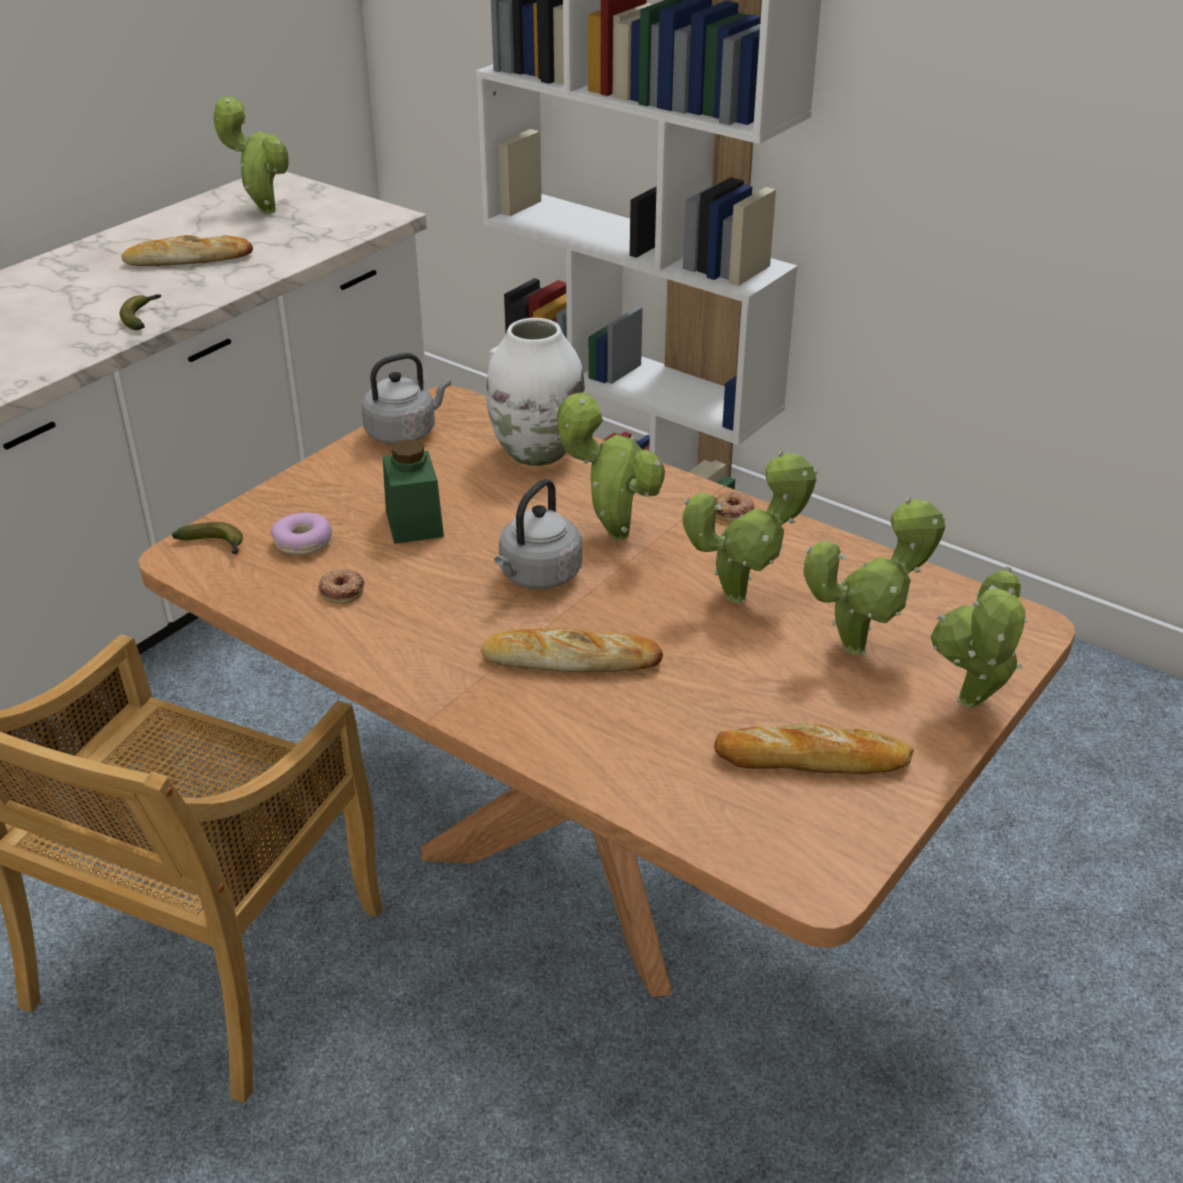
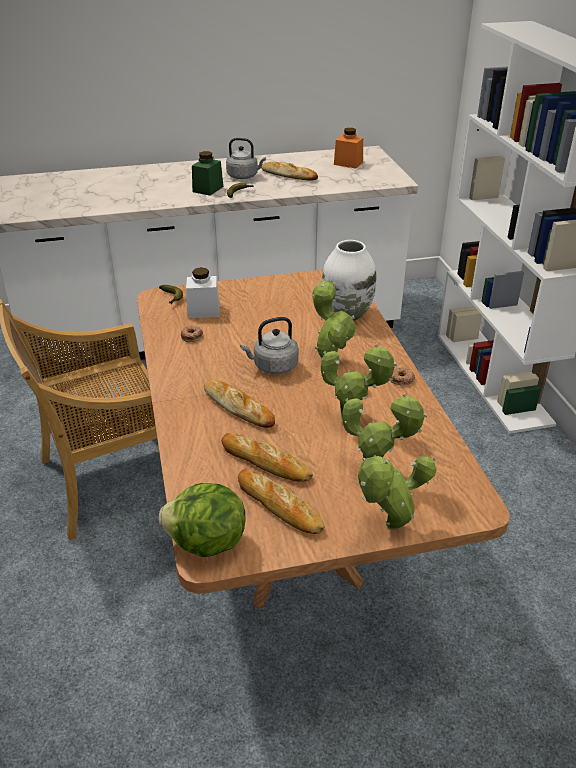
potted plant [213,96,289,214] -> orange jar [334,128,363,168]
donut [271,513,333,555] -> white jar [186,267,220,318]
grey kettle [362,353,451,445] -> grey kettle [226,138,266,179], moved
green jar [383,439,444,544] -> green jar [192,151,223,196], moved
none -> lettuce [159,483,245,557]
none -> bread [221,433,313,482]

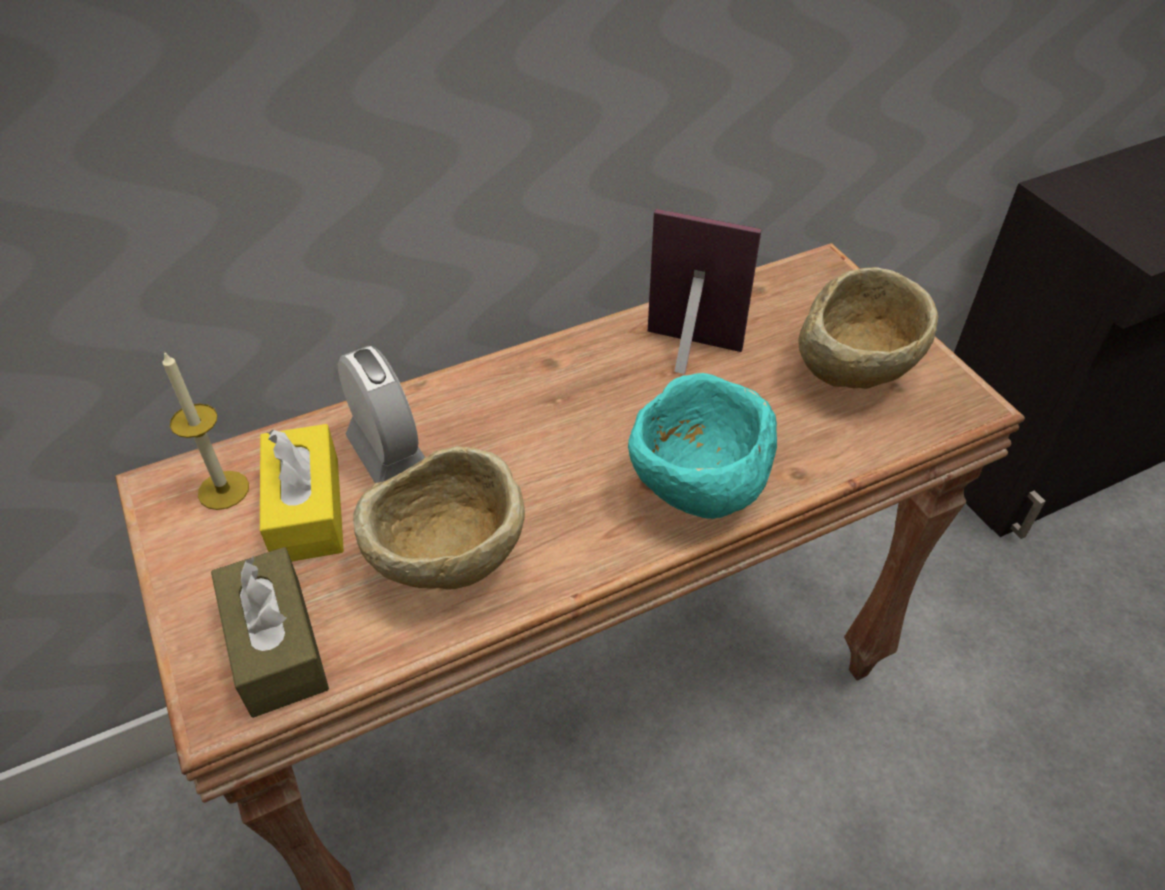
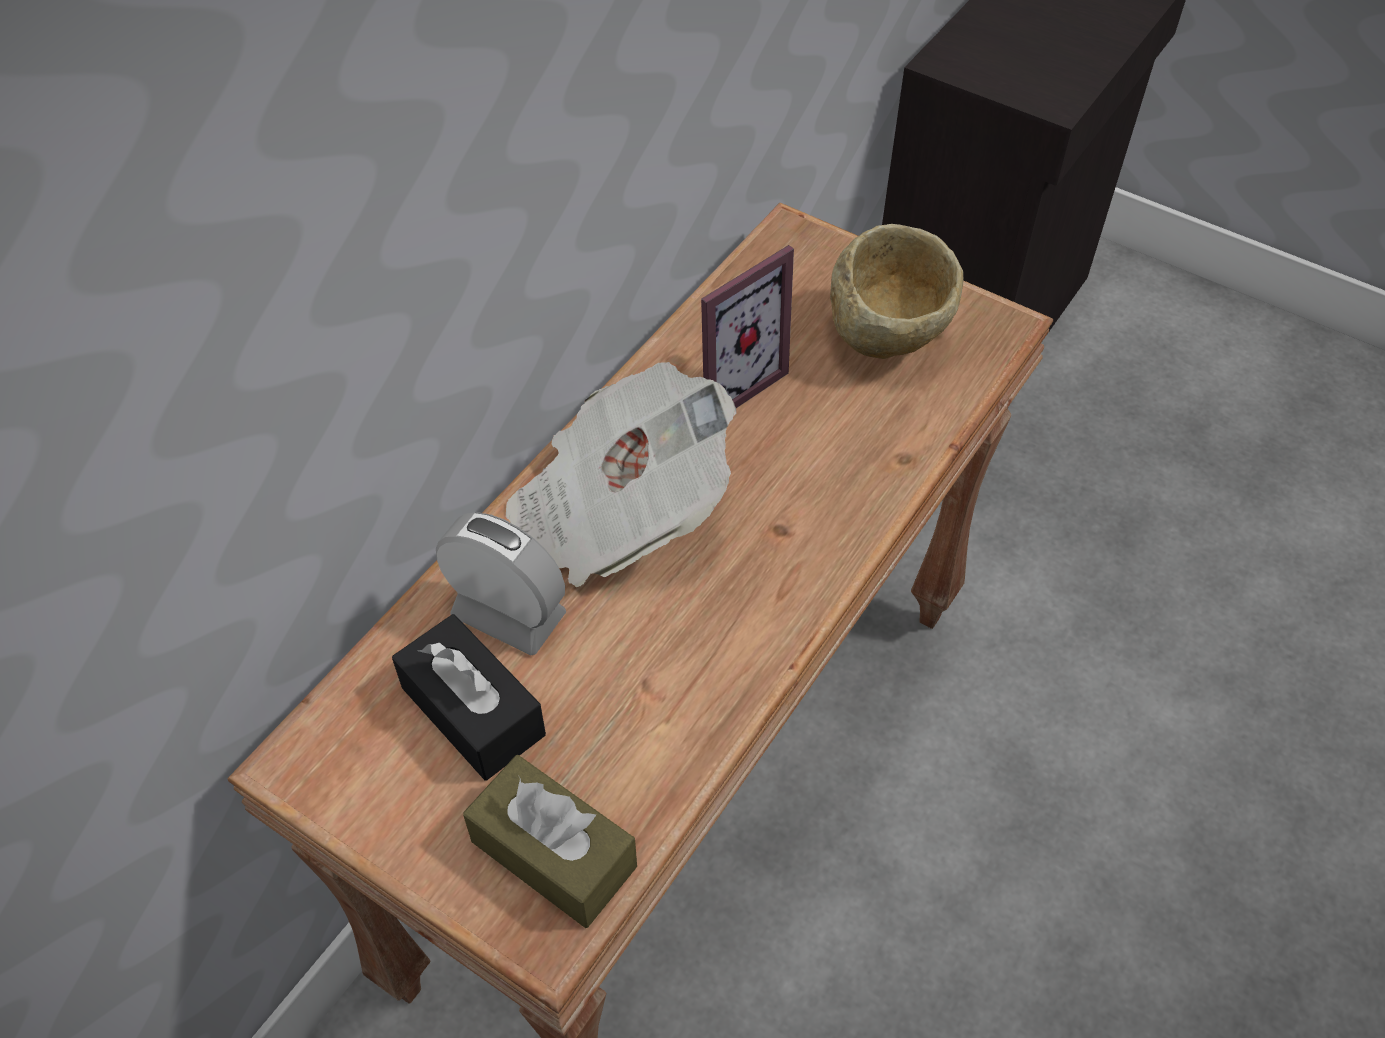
candle [162,351,249,510] -> none
yellow tissue box [260,424,344,562] -> black tissue box [392,614,546,780]
beige bowl [353,446,525,589] -> none
turquoise bowl [628,373,777,519] -> none
picture frame [648,209,762,374] -> picture frame [701,245,794,408], 150 degrees clockwise
none -> newspaper [506,362,737,587]

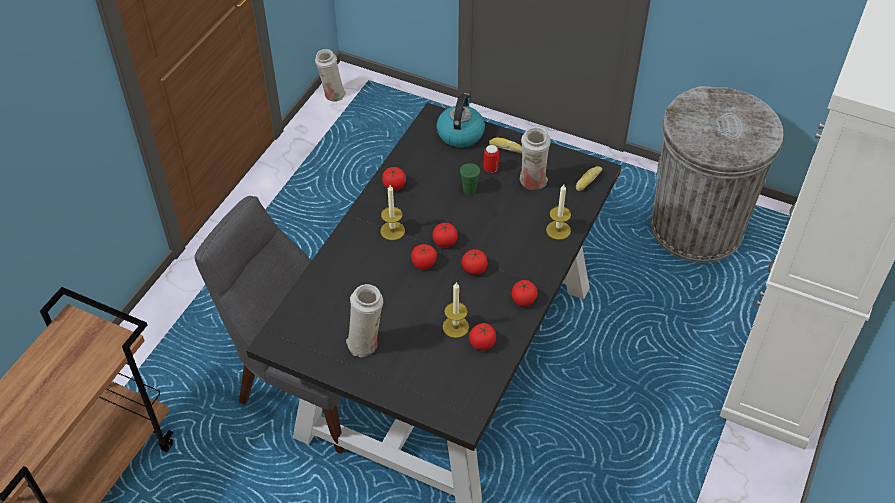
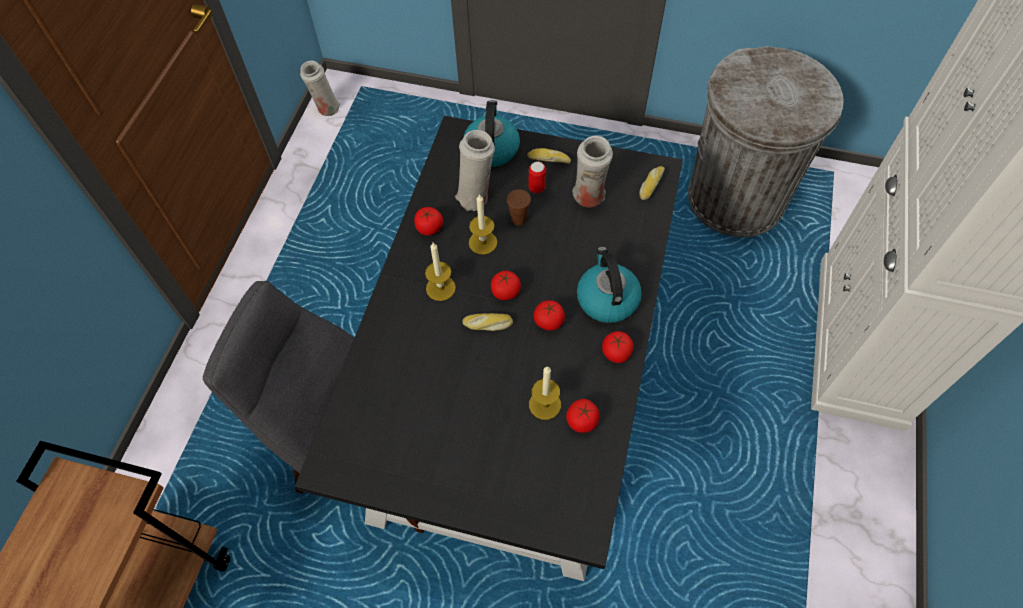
white vase [346,284,383,357] -> white vase [455,130,495,211], moved
tomato [411,244,437,269] -> bread [462,313,513,331]
green cup [460,163,480,195] -> brown cup [506,189,531,225]
candle [546,184,571,240] -> candle [469,194,497,255], moved
none -> kettle [577,247,642,323]

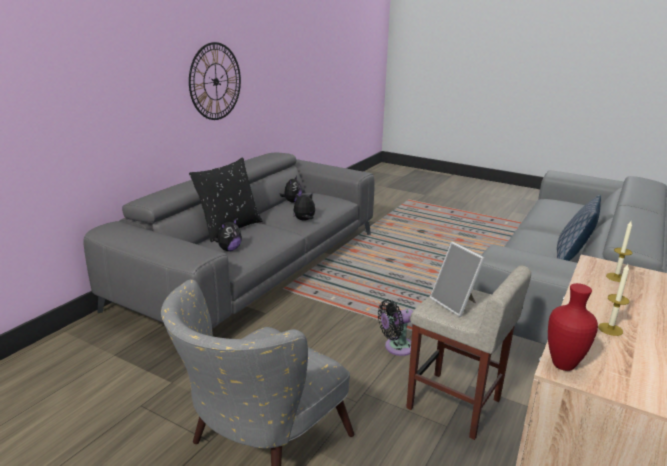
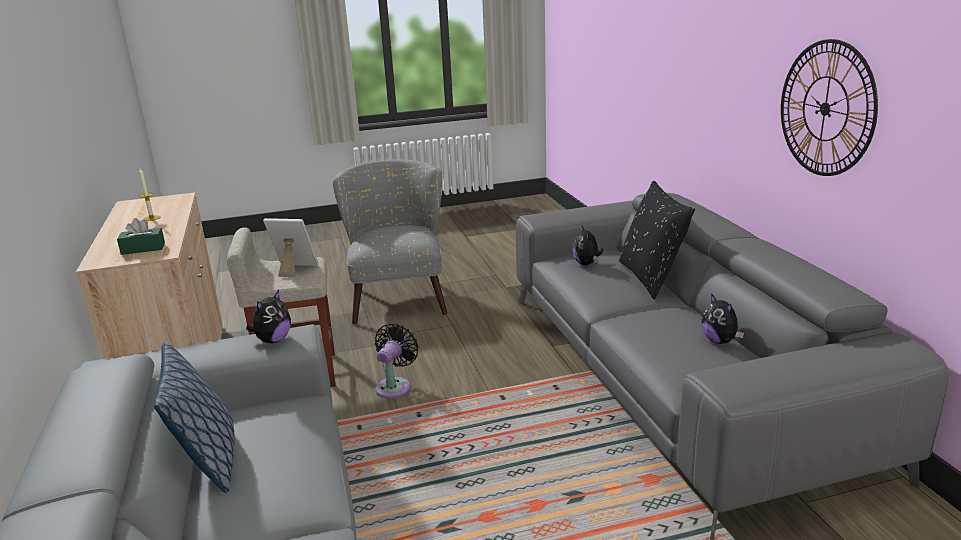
plush toy [293,193,315,221] -> plush toy [246,290,291,343], moved
red vase [548,283,598,371] -> none
candle [606,221,632,282] -> green tissue box [117,218,165,255]

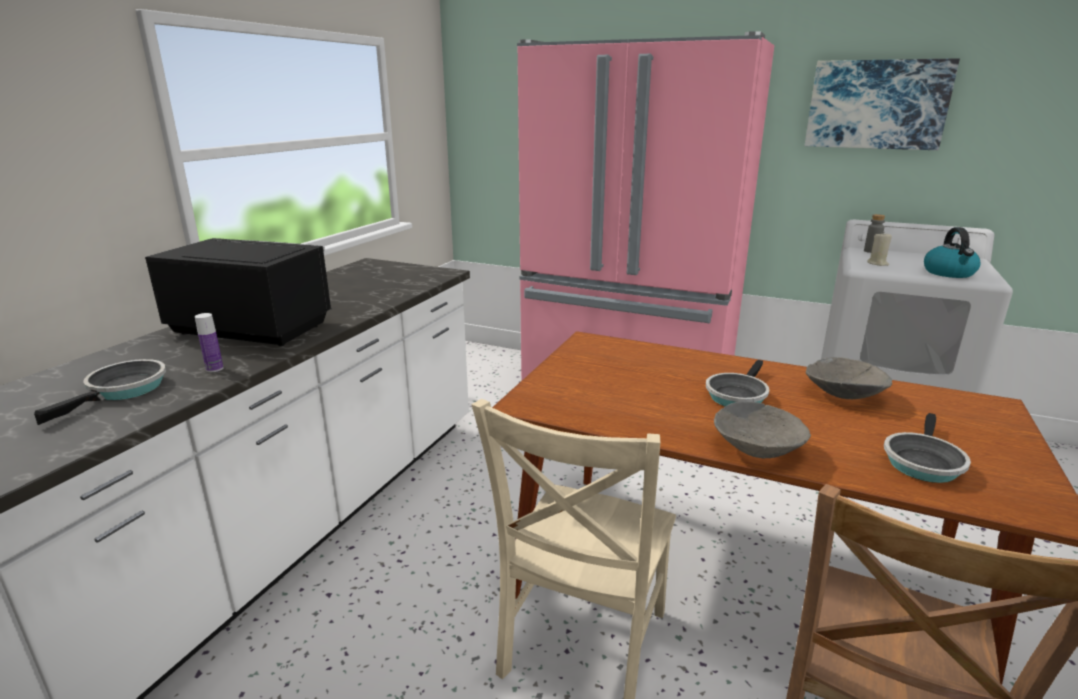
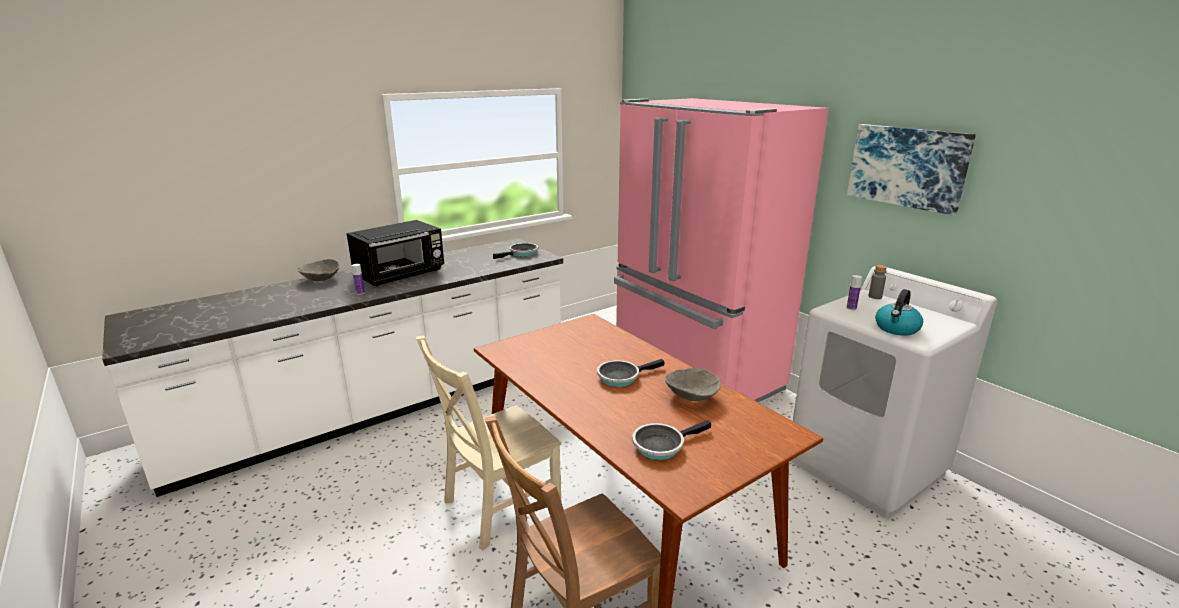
frying pan [34,359,166,425] -> frying pan [493,243,538,259], moved
black microwave [145,238,332,346] -> black microwave [347,220,444,287], 90 degrees clockwise
grey bowl [714,402,811,458] -> grey bowl [297,259,340,281], moved
beige candle [867,233,892,266] -> bottle [847,275,862,310]

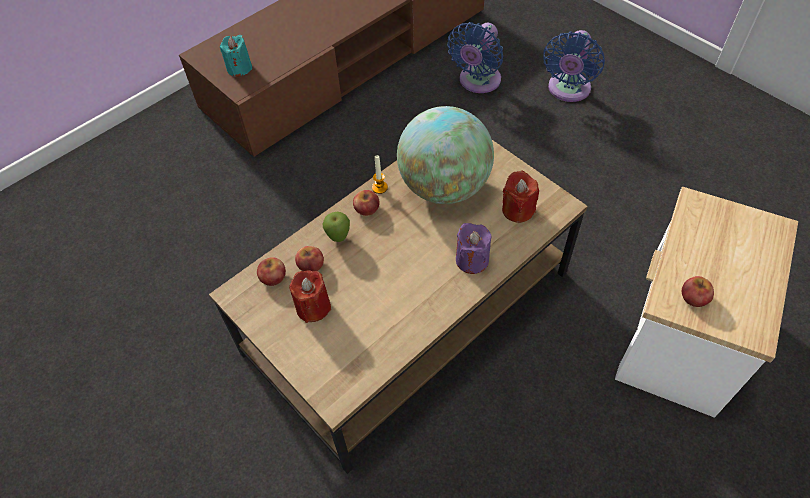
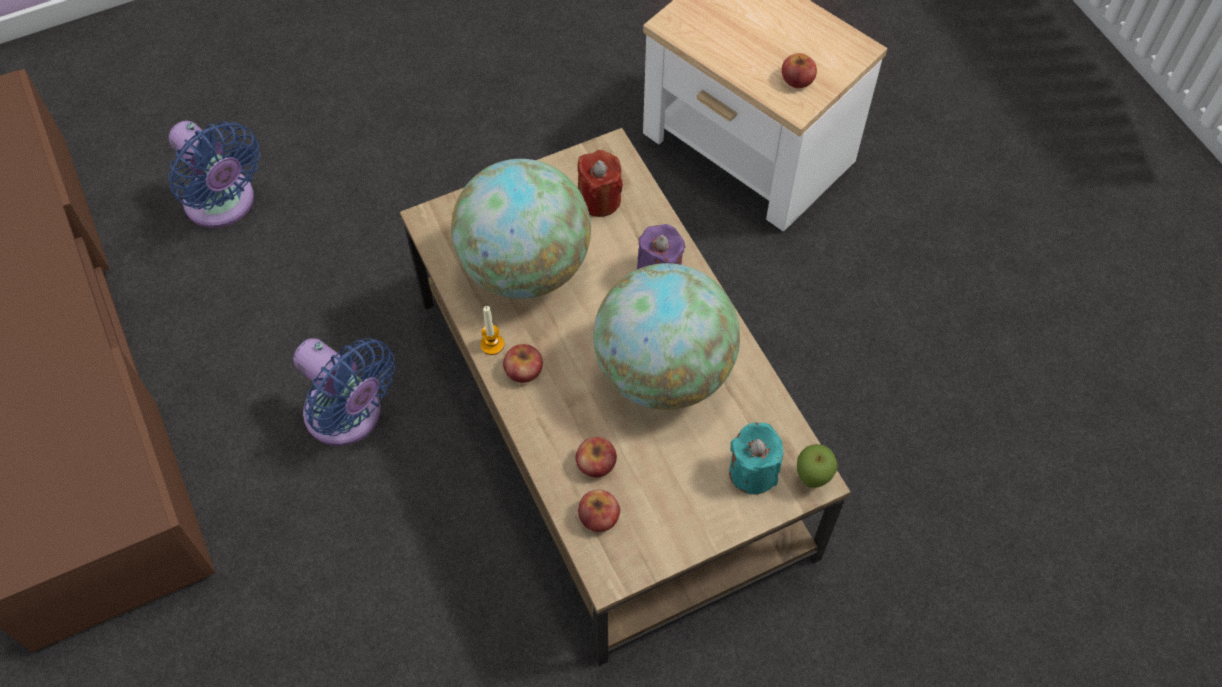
turquoise candle [220,35,252,77] -> turquoise candle [729,422,783,494], moved
red candle [289,270,331,323] -> none
apple [322,212,350,242] -> apple [797,444,838,488], moved
blue fan [543,30,605,102] -> blue fan [293,338,395,446], moved
none -> globe [593,263,740,410]

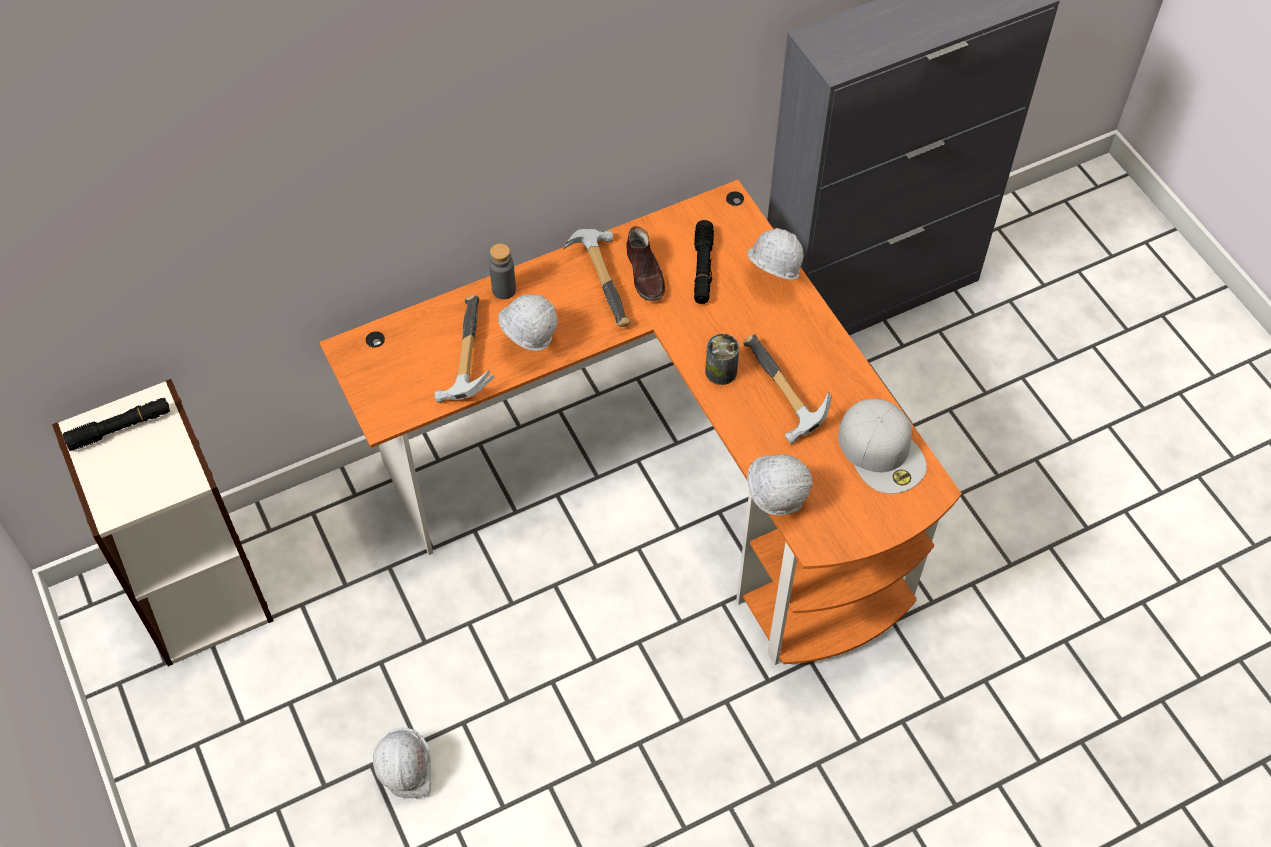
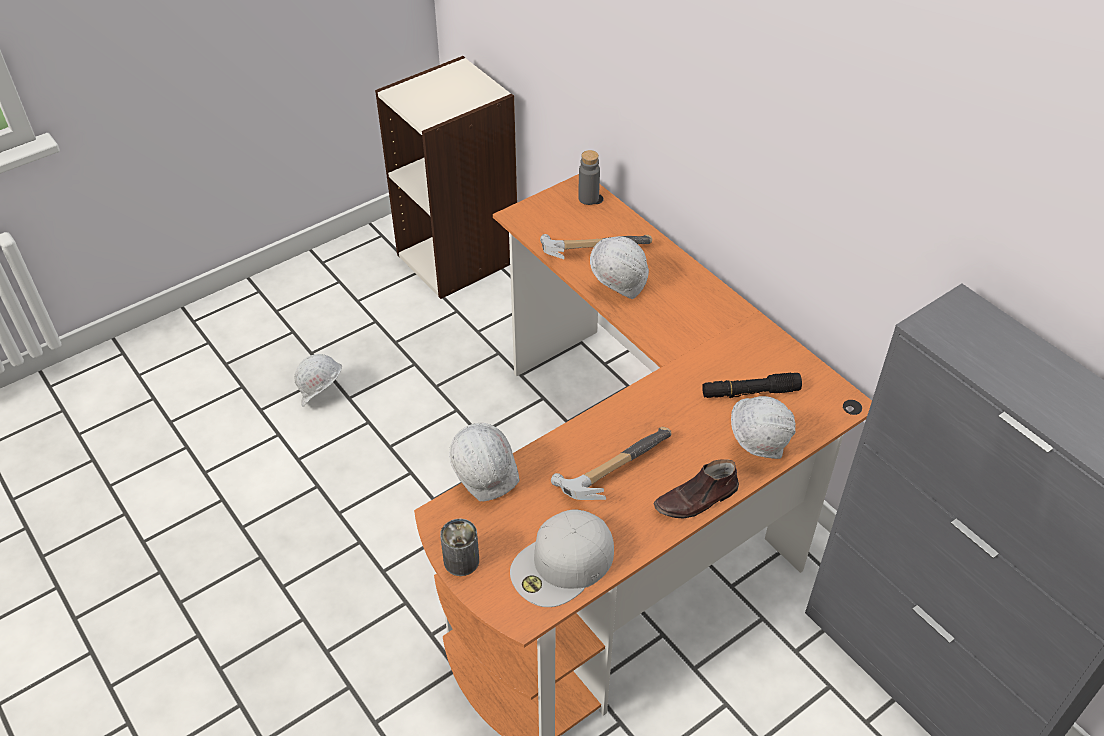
black flashlight [63,398,170,451] -> none
grey bottle [489,243,516,299] -> grey bottle [578,150,600,205], moved
hammer [563,229,631,327] -> none
brown shoe [626,226,665,301] -> brown shoe [653,459,739,518], moved
can [705,334,739,385] -> can [440,519,479,576], moved

